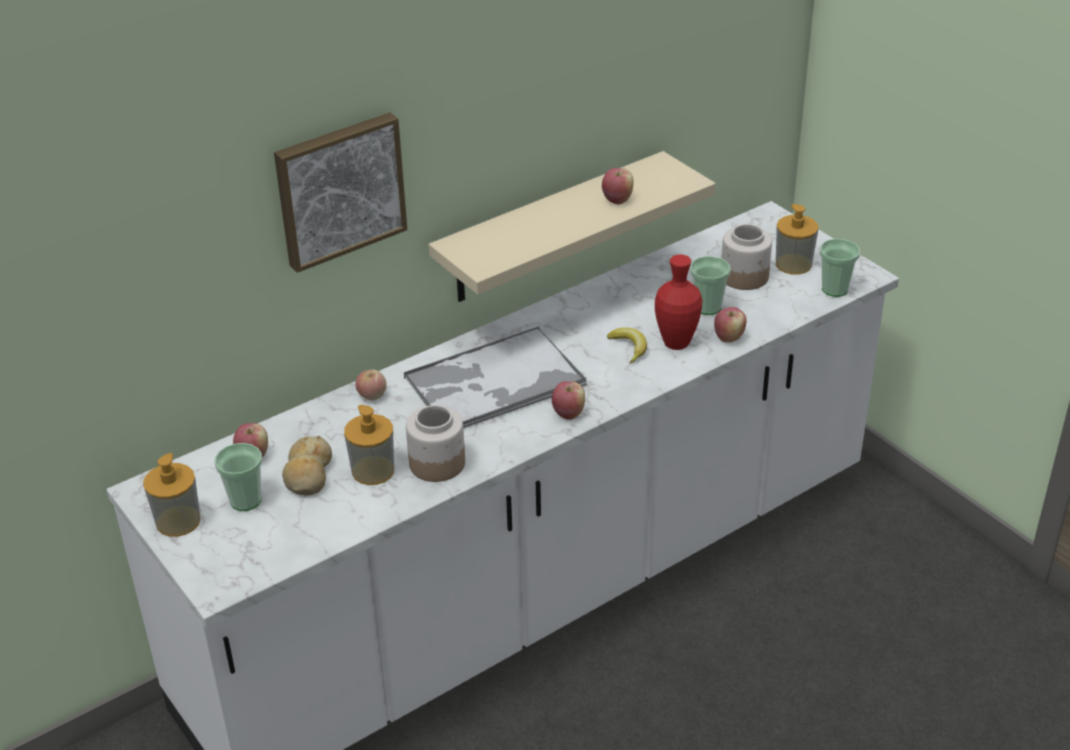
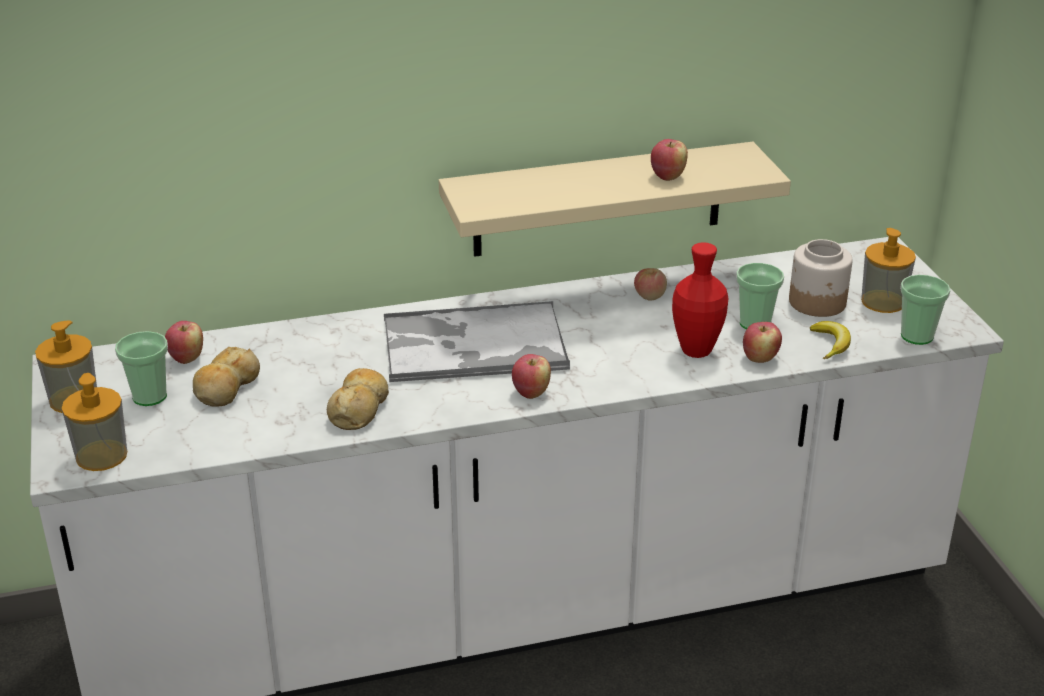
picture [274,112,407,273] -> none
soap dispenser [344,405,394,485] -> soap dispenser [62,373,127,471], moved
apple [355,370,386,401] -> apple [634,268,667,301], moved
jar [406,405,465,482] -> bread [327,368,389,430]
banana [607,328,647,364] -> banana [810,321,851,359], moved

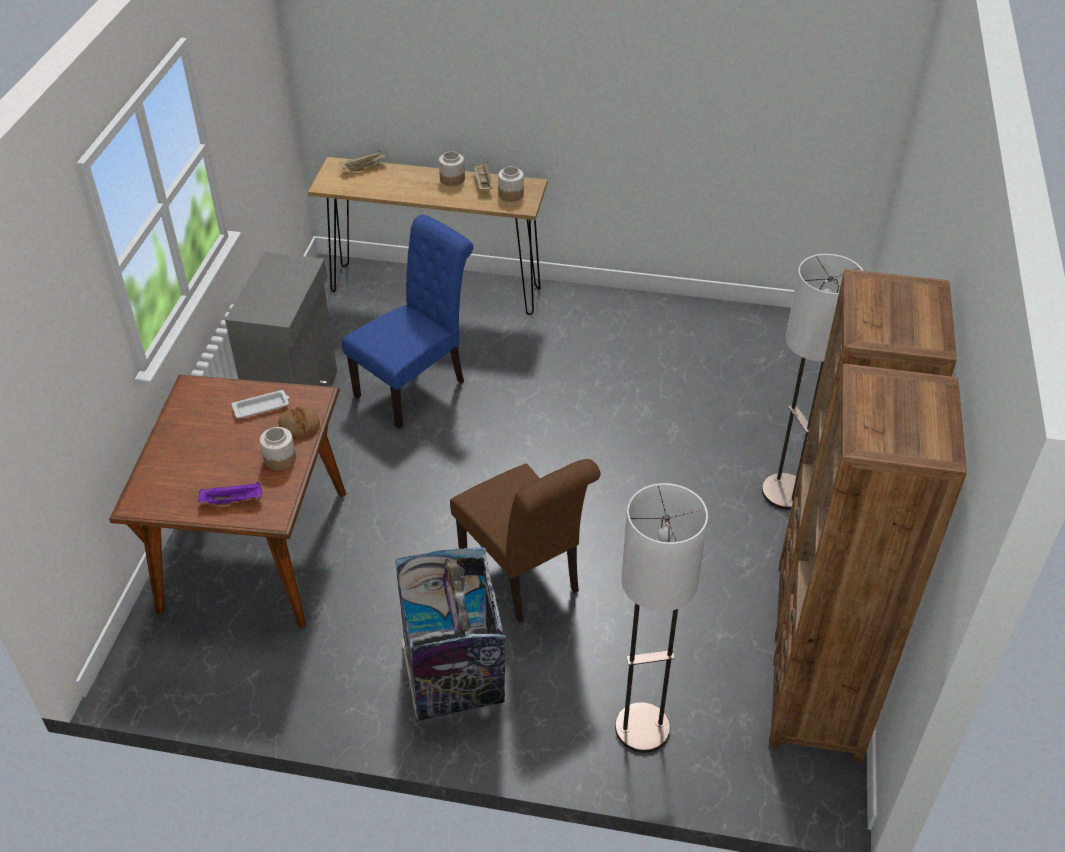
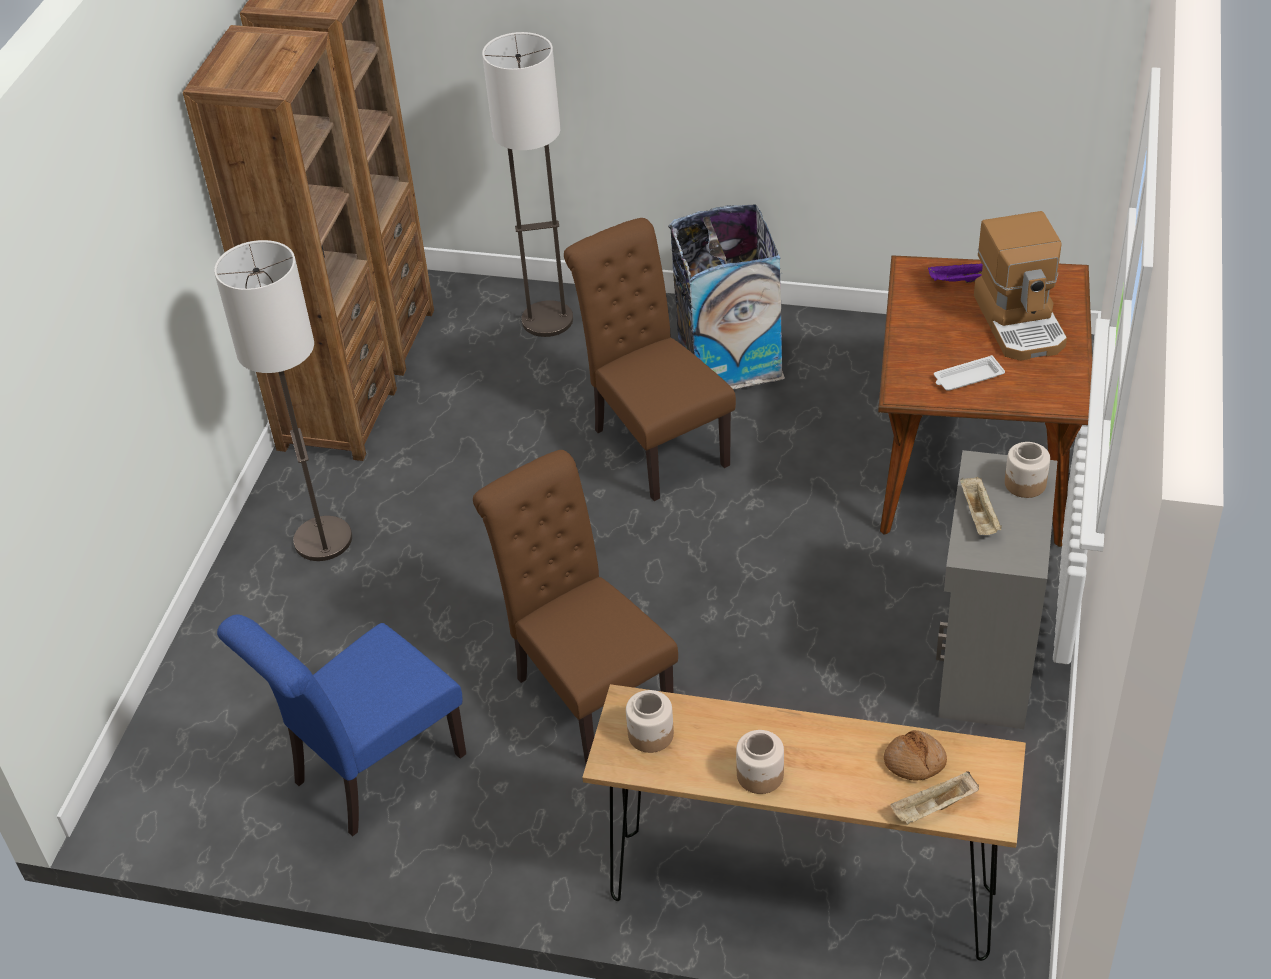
jar [260,427,296,471] -> jar [1005,442,1050,498], moved
bread [278,407,320,437] -> bread [884,730,947,781], moved
blue chair [342,215,473,429] -> blue chair [217,615,466,837], moved
beige tray [473,163,493,190] -> beige tray [960,477,1002,535], moved
none -> brown chair [473,450,678,764]
none -> coffee machine [974,211,1067,361]

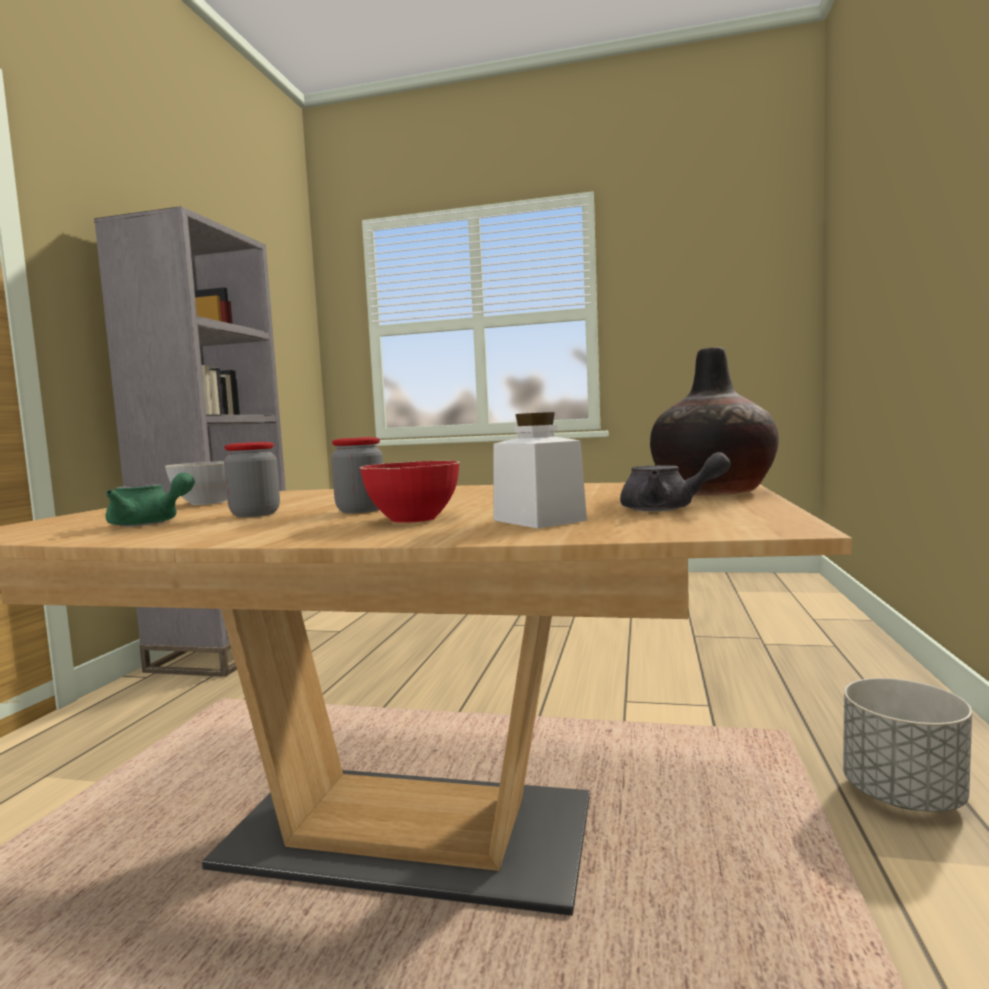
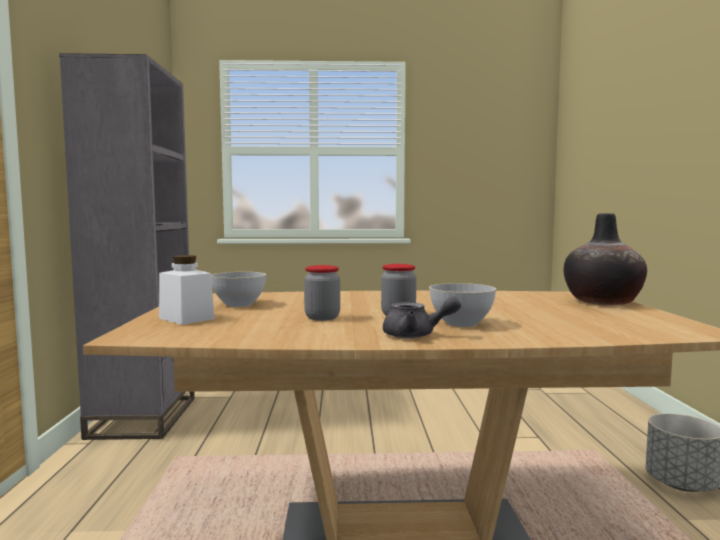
green teapot [106,473,195,527] -> none
red bowl [360,461,460,523] -> grey bowl [429,283,496,327]
white jar [493,412,587,529] -> white jar [159,255,215,325], moved
grey teapot [620,452,731,512] -> grey teapot [383,296,461,338], moved

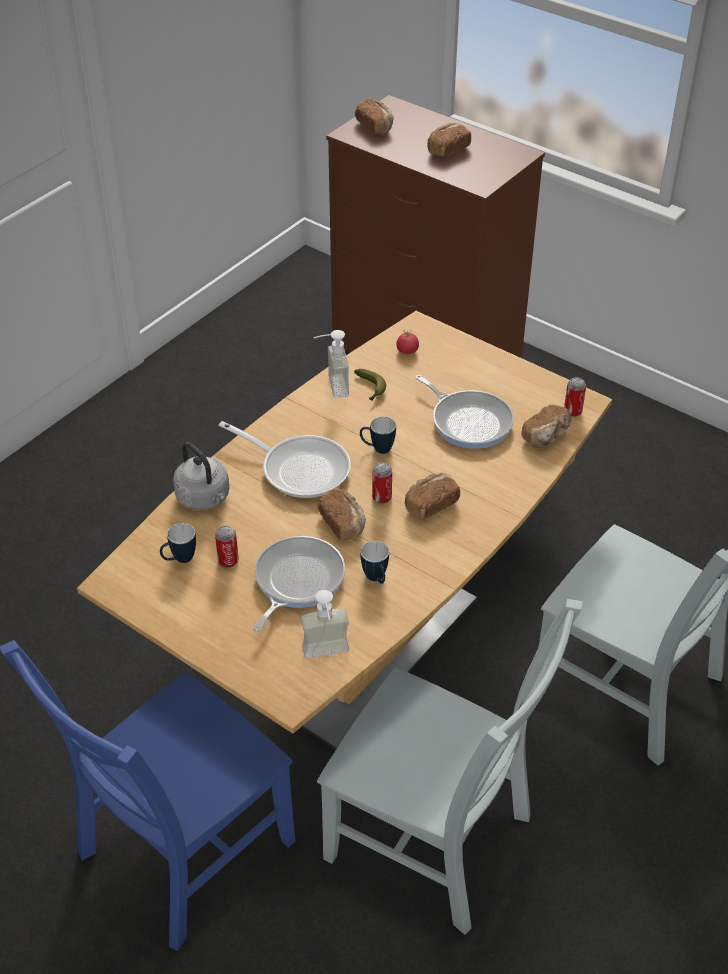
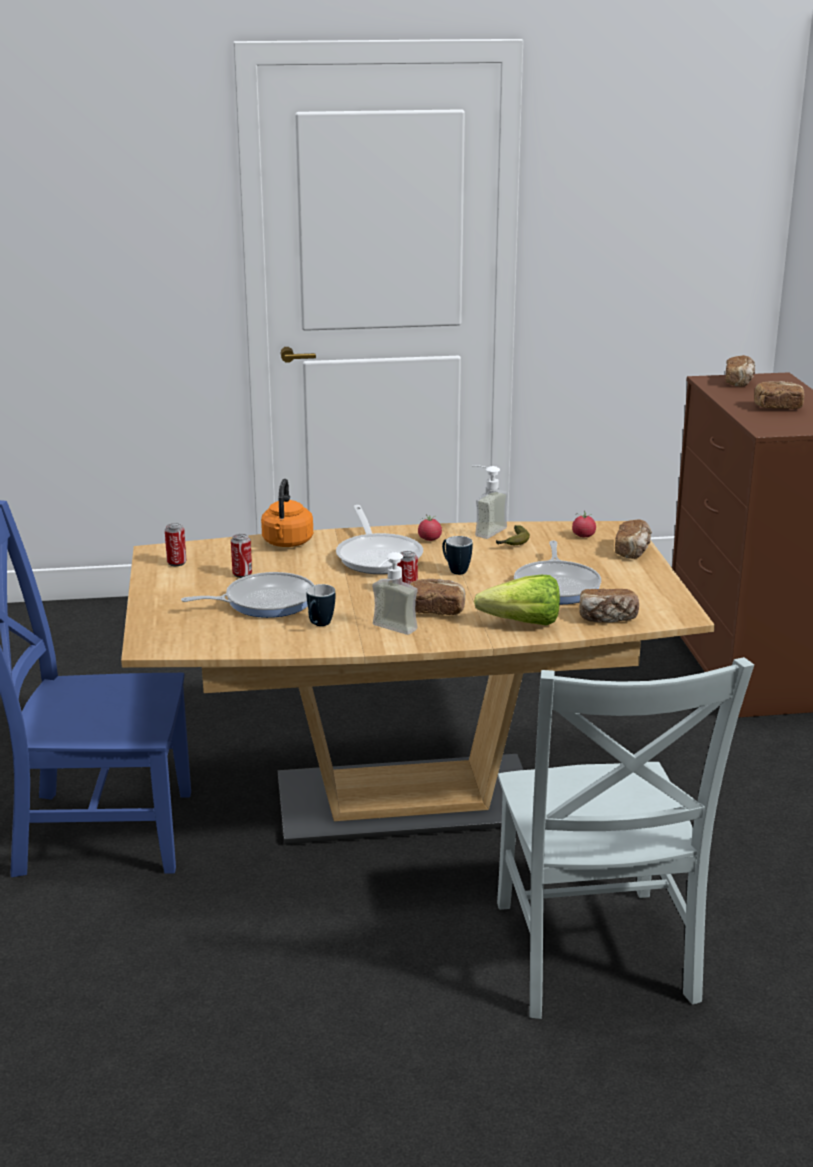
mug [160,523,196,563] -> none
grey kettle [173,442,229,510] -> orange kettle [261,479,313,547]
soap dispenser [301,590,349,658] -> soap dispenser [372,552,418,635], moved
bread [317,488,366,540] -> bread [615,519,652,559], moved
grey chair [317,599,583,935] -> none
can [564,377,586,417] -> can [165,523,186,566], moved
none -> tomato [418,514,442,541]
none -> lettuce [474,575,560,626]

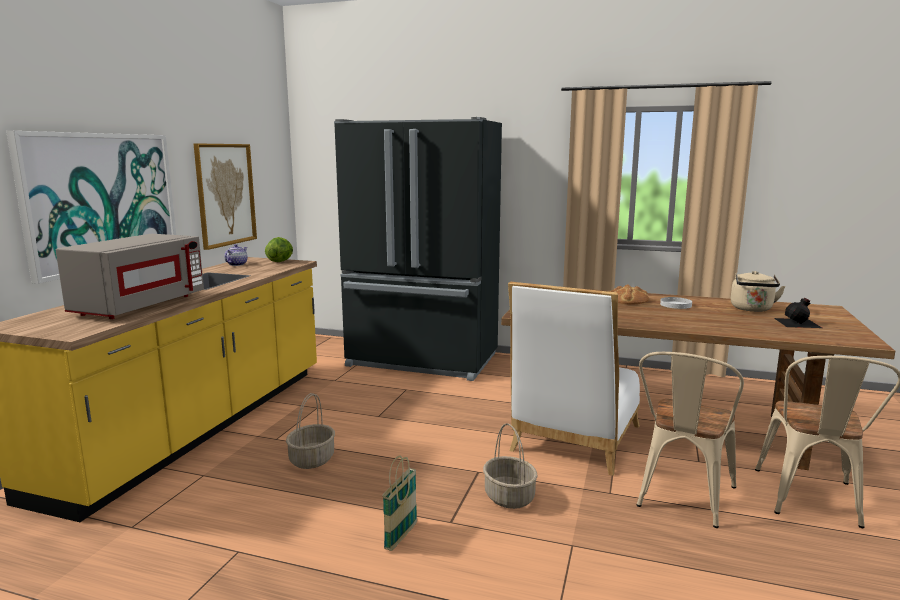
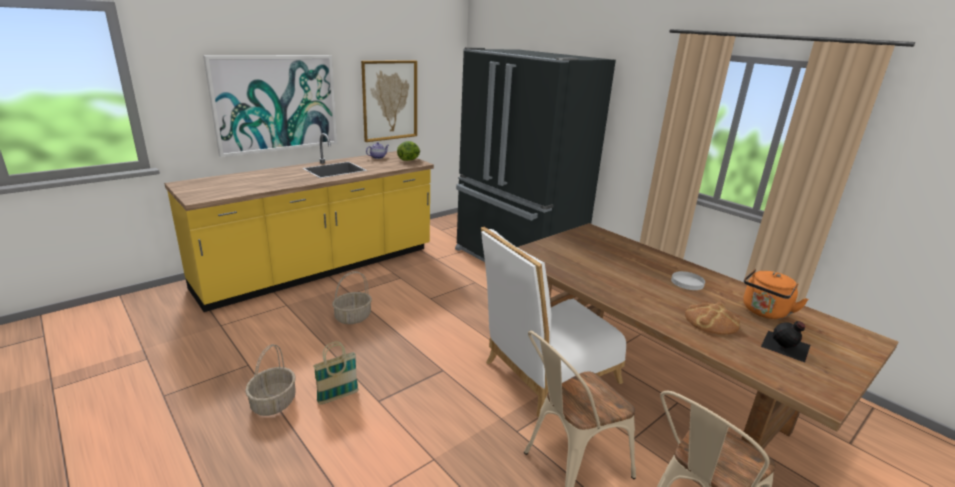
grey microwave [56,234,204,319] -> none
basket [483,423,538,509] -> basket [245,344,296,416], moved
bread [609,284,649,305] -> bread [685,302,740,335], moved
beige kettle [731,271,786,312] -> orange kettle [743,269,809,319]

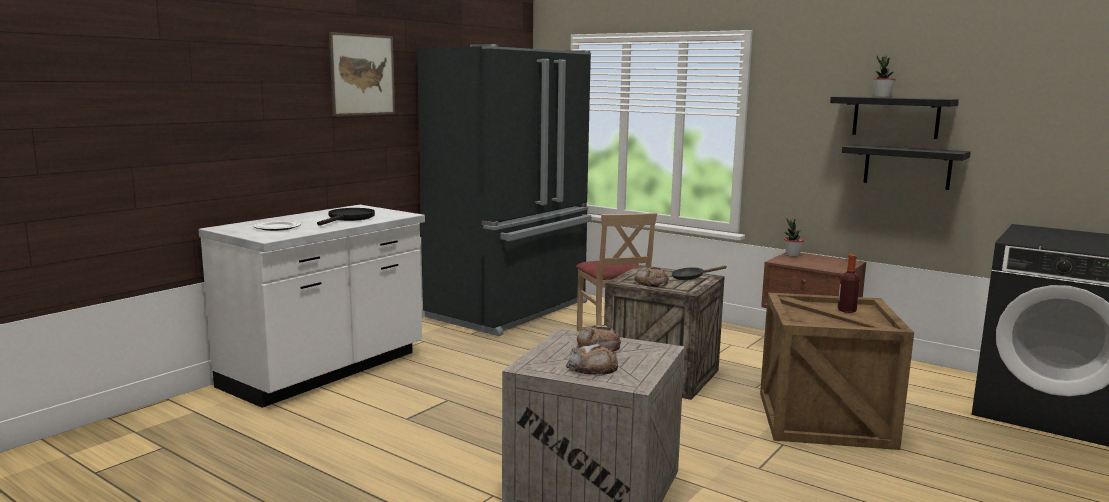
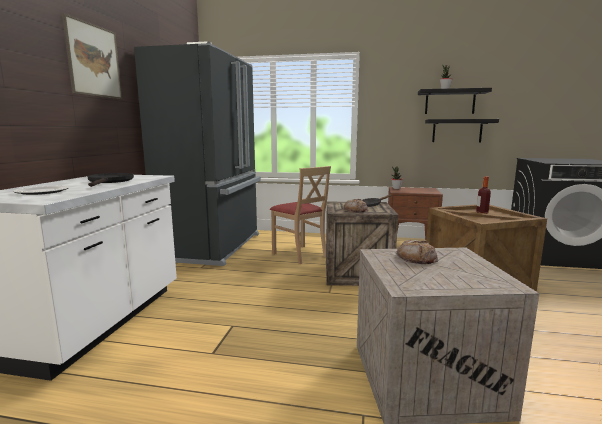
bread [566,343,618,376] -> none

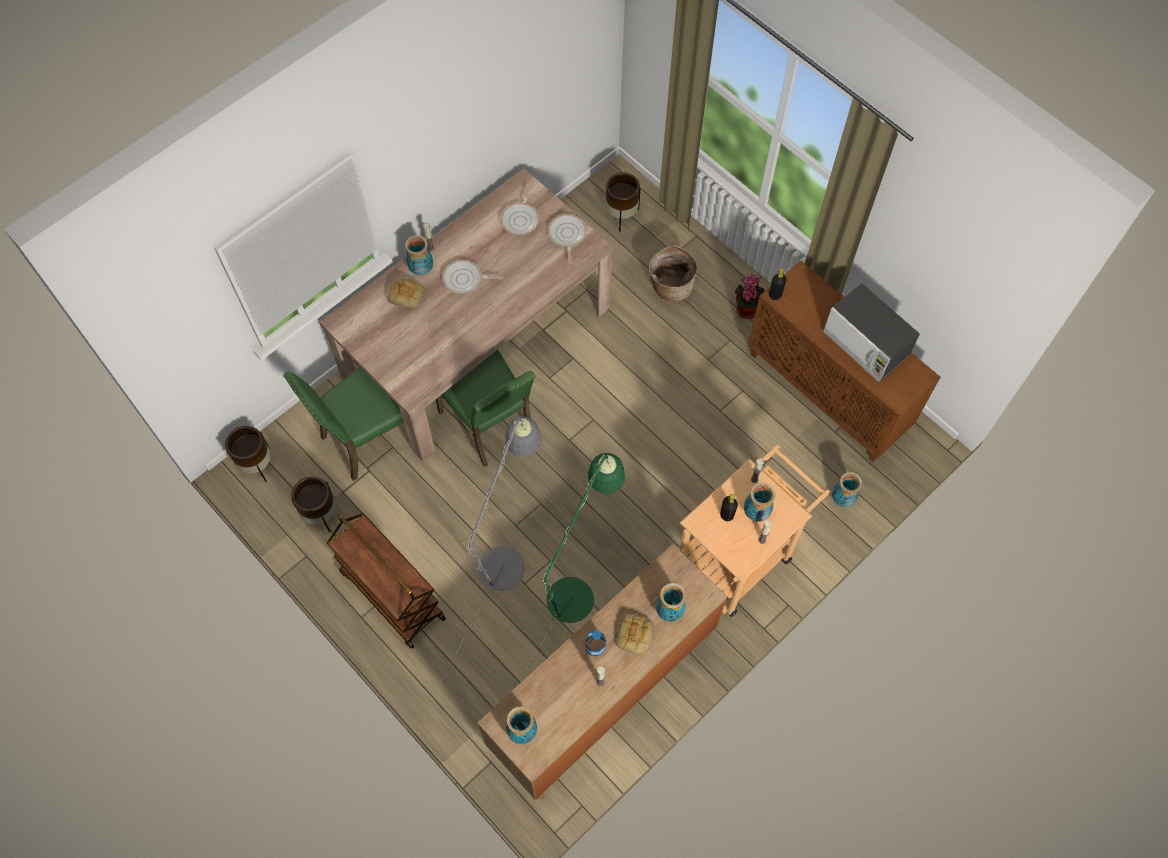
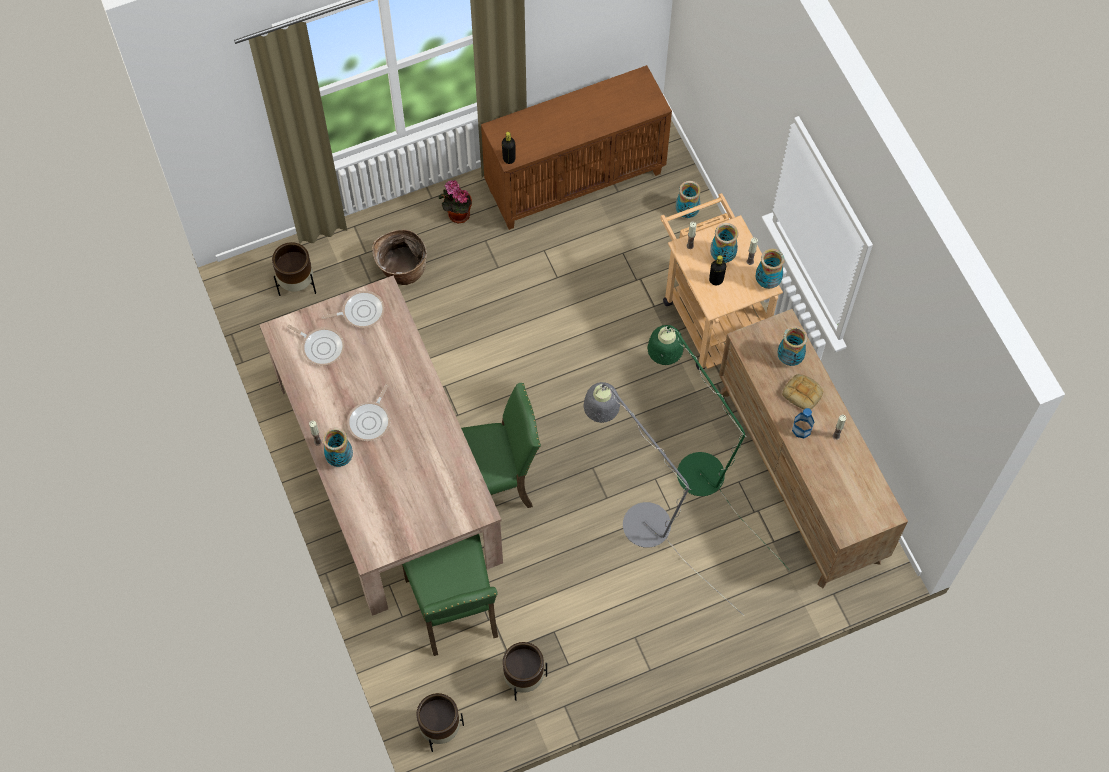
brown cart [327,513,446,649] -> none
bread [388,279,425,309] -> none
vase [506,707,537,744] -> vase [755,249,785,289], moved
frying pan [548,214,587,264] -> frying pan [321,291,385,328], 150 degrees clockwise
microwave [823,283,920,382] -> none

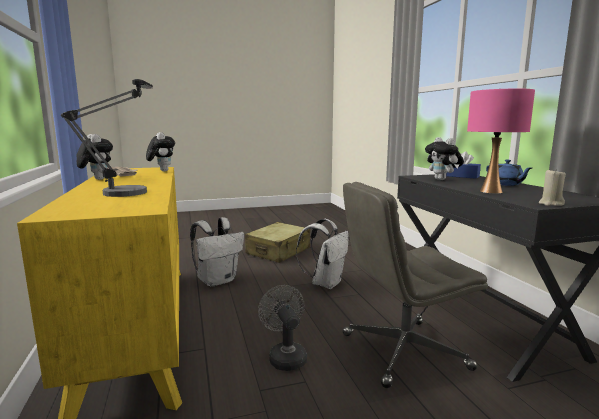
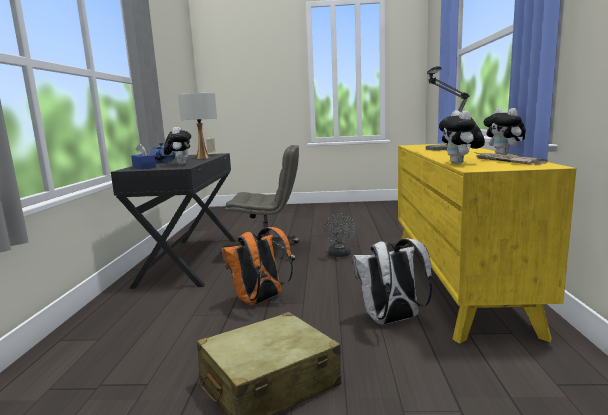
white backpack [296,219,349,289] -> orange backpack [222,227,293,305]
pink table lamp [467,89,535,194] -> white table lamp [178,93,217,159]

